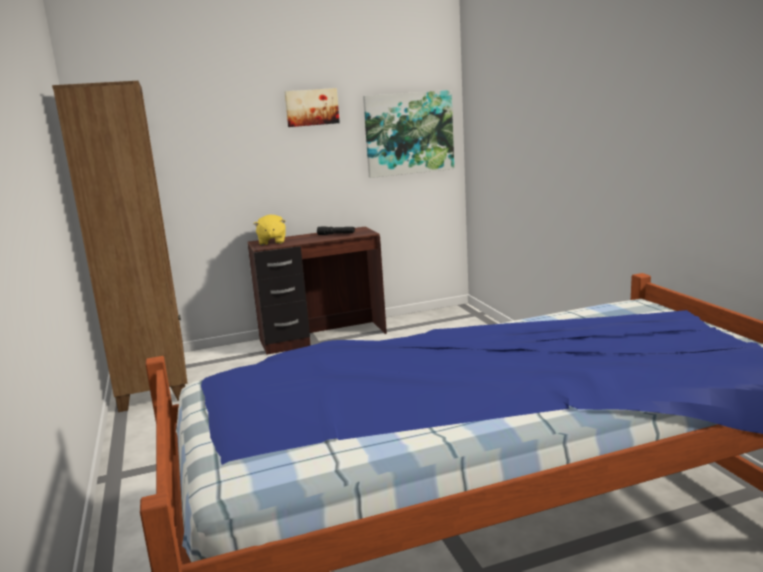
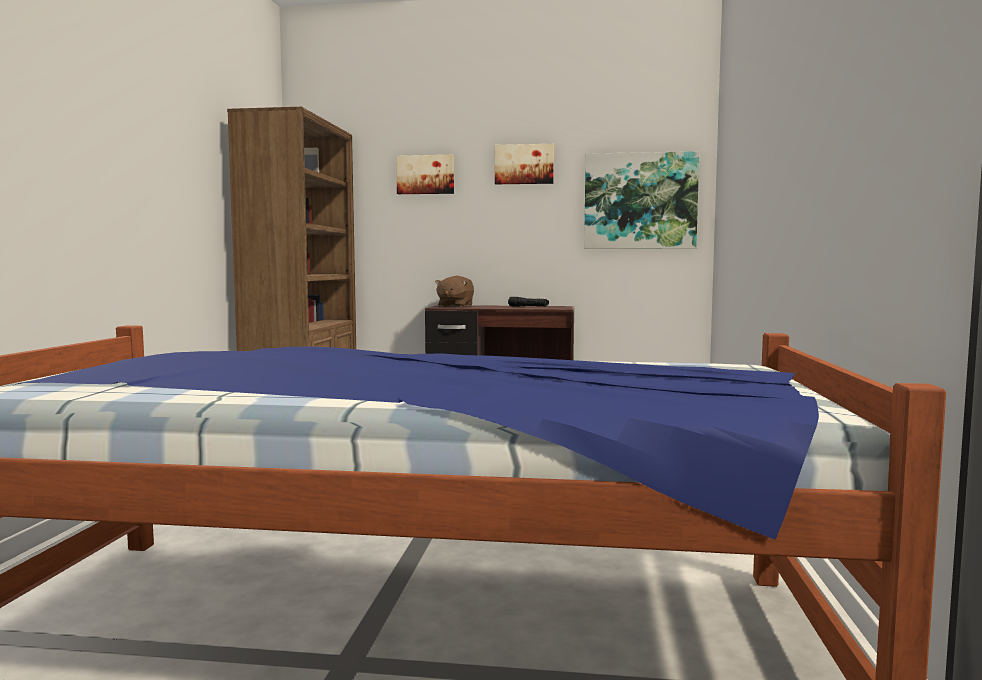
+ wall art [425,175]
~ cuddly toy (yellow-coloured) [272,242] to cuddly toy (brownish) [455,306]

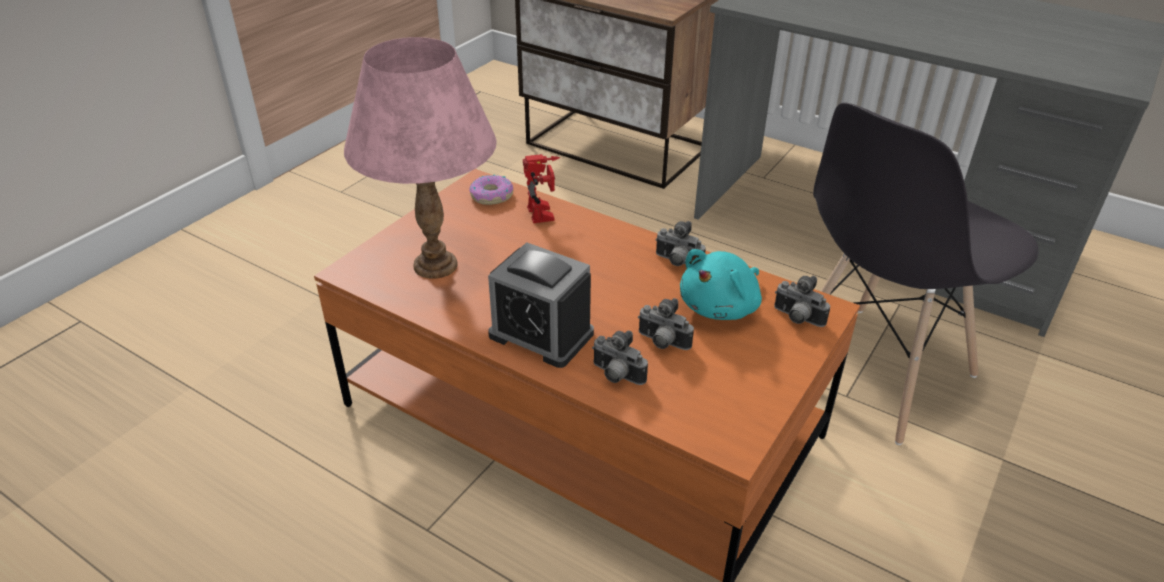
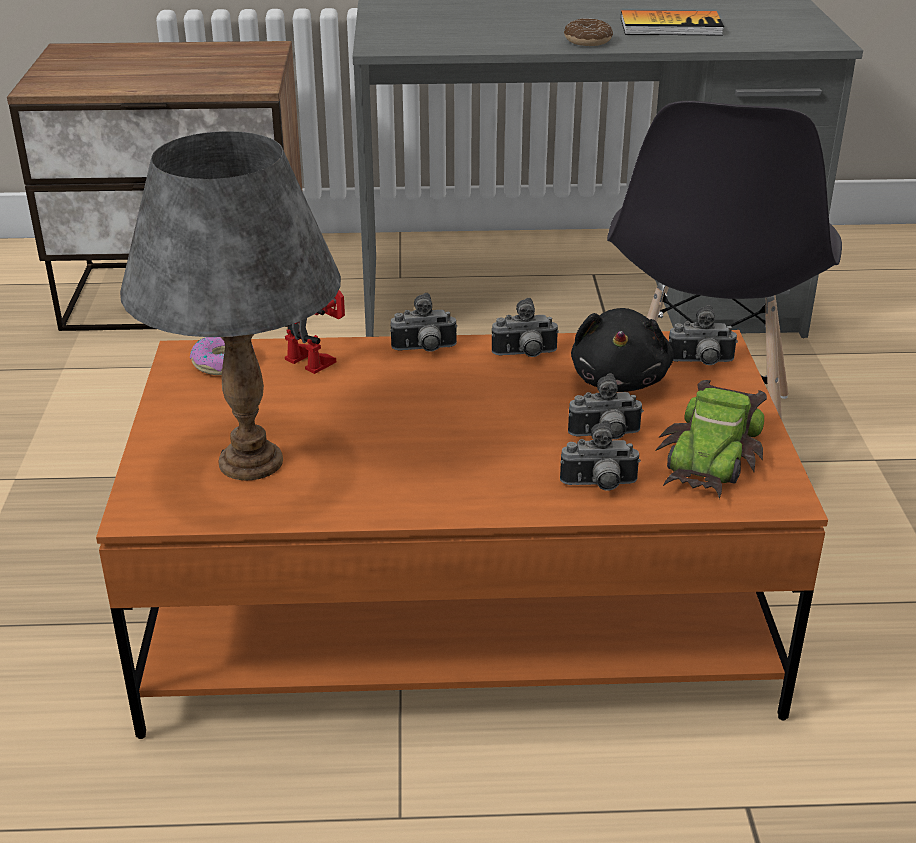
~ tabletop lamp (pink-coloured) [434,265] to tabletop lamp (gray) [249,462]
+ photo camera [424,350]
+ donut [587,41]
~ cuddly toy (blue-green) [721,307] to cuddly toy (black-coloured) [620,380]
+ book [670,26]
+ toy car [713,453]
- table clock [541,334]

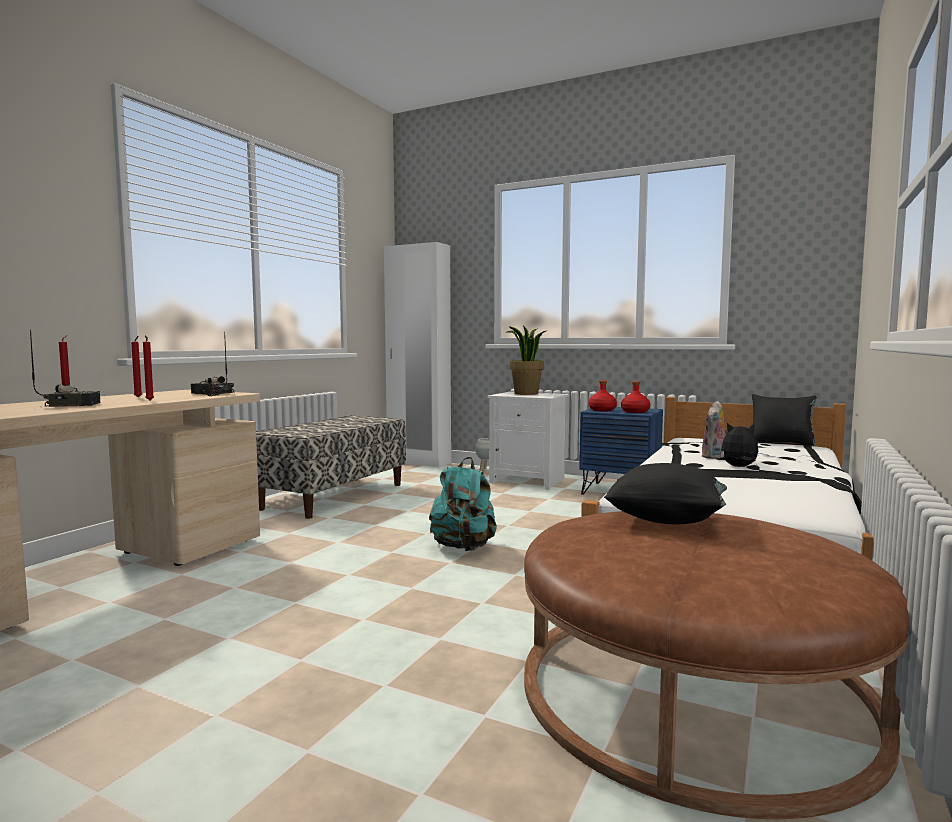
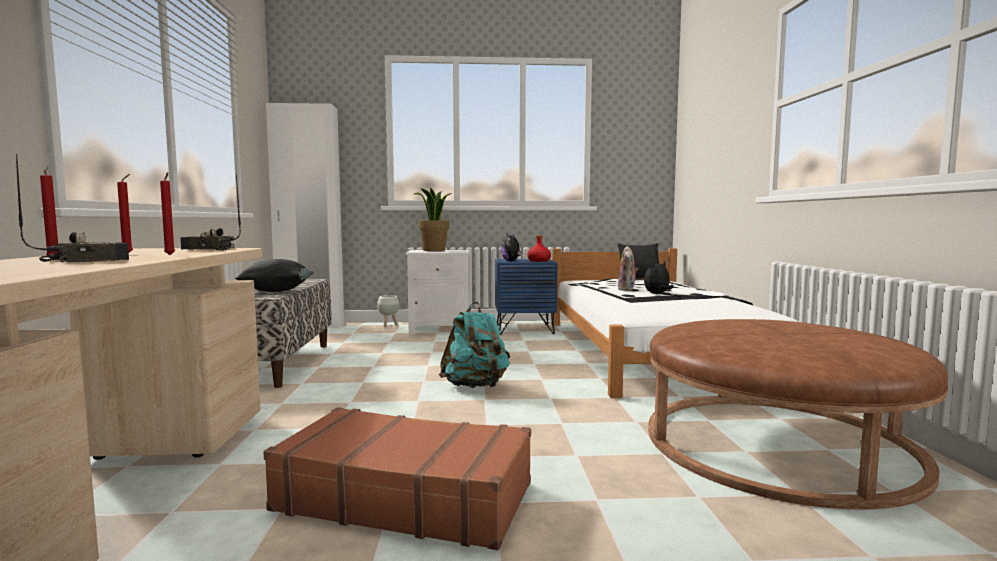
~ pillow (black-coloured) [666,520] to [276,291]
+ suitcase (brownish) [405,496]
~ beverage bottle (red) [602,410] to cuddly toy [511,261]

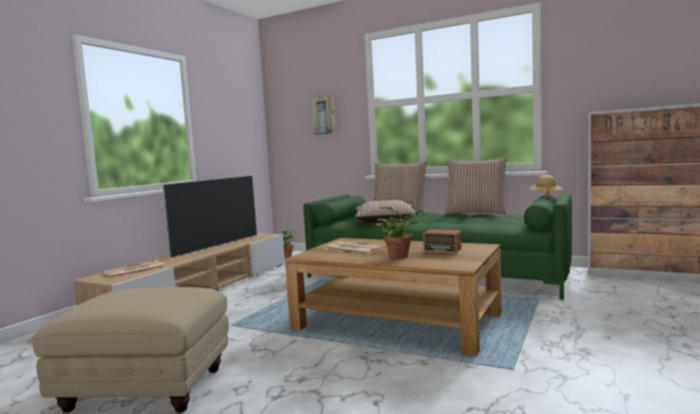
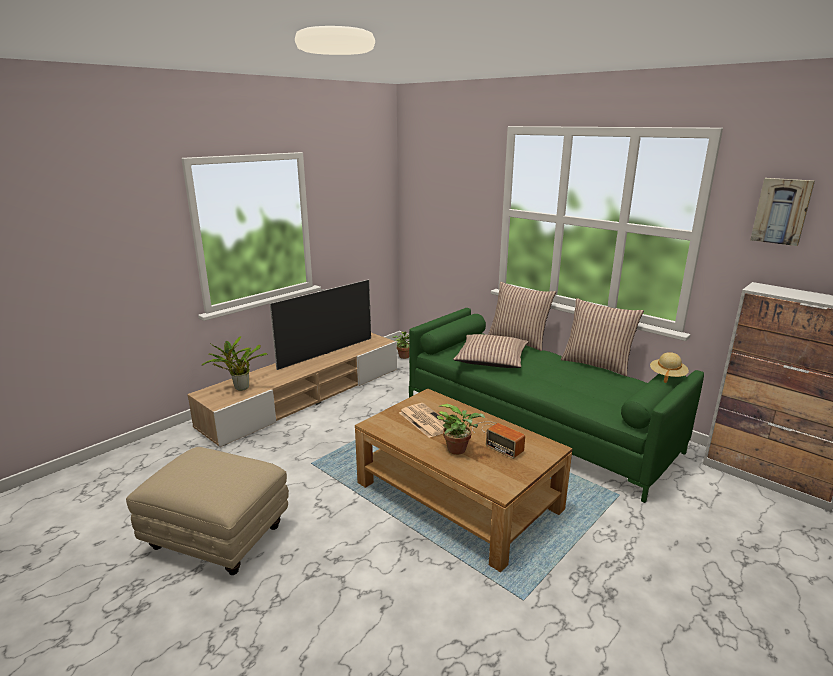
~ daily paper [134,270] to potted plant [239,388]
~ wall art [324,115] to [782,211]

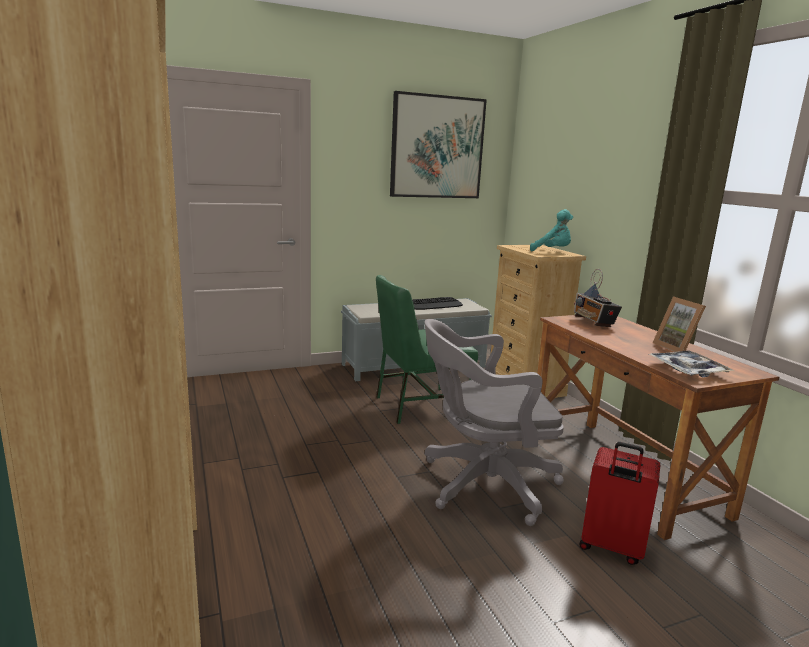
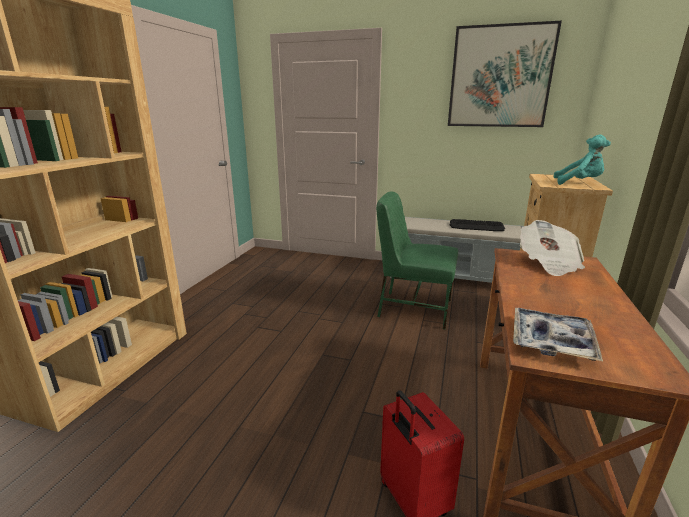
~ radio [594,322] to daily paper [548,263]
~ cuddly toy (blue-green) [552,251] = [579,183] 45 degrees counterclockwise
- office chair (gray) [482,484]
- photo frame [677,348]

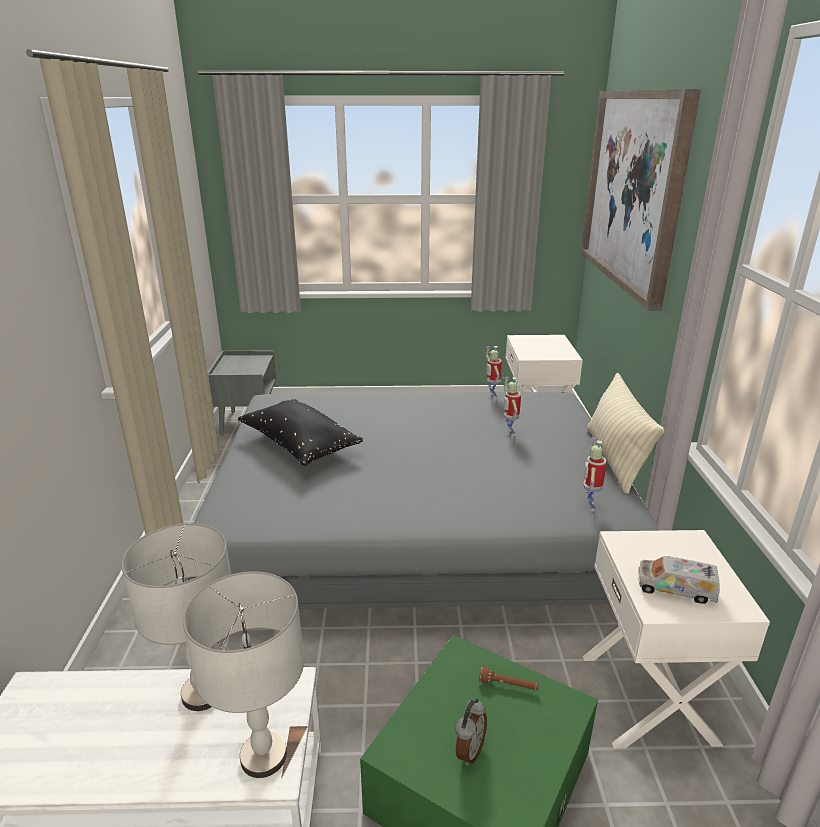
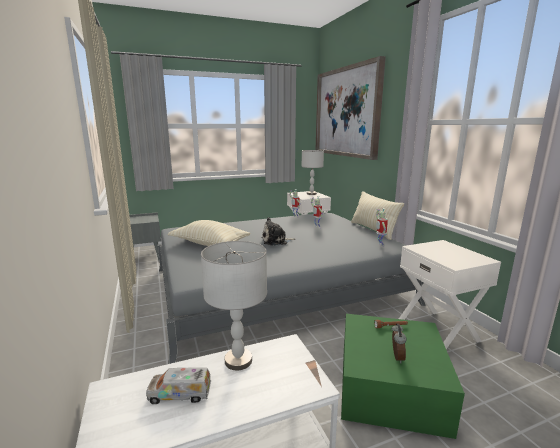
~ toy lorry [675,588] to [180,394]
~ pillow (black-coloured) [300,445] to pillow (beige-coloured) [209,244]
+ cuddly toy [276,241]
~ tabletop lamp (gray) [263,756] to [311,194]

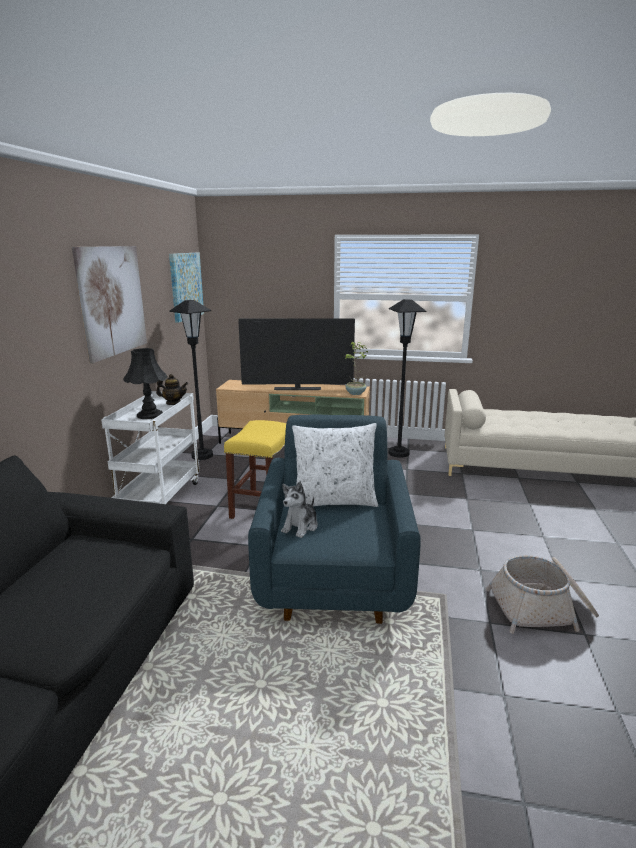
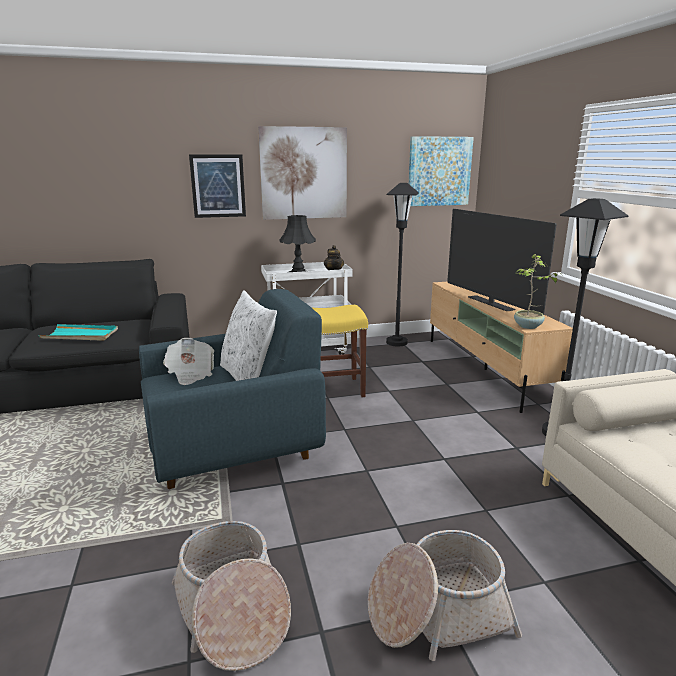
+ tray (blue-green) [81,335]
~ cuddly toy [300,526] to daily paper [190,374]
+ wall art [218,186]
+ storage basket [437,612]

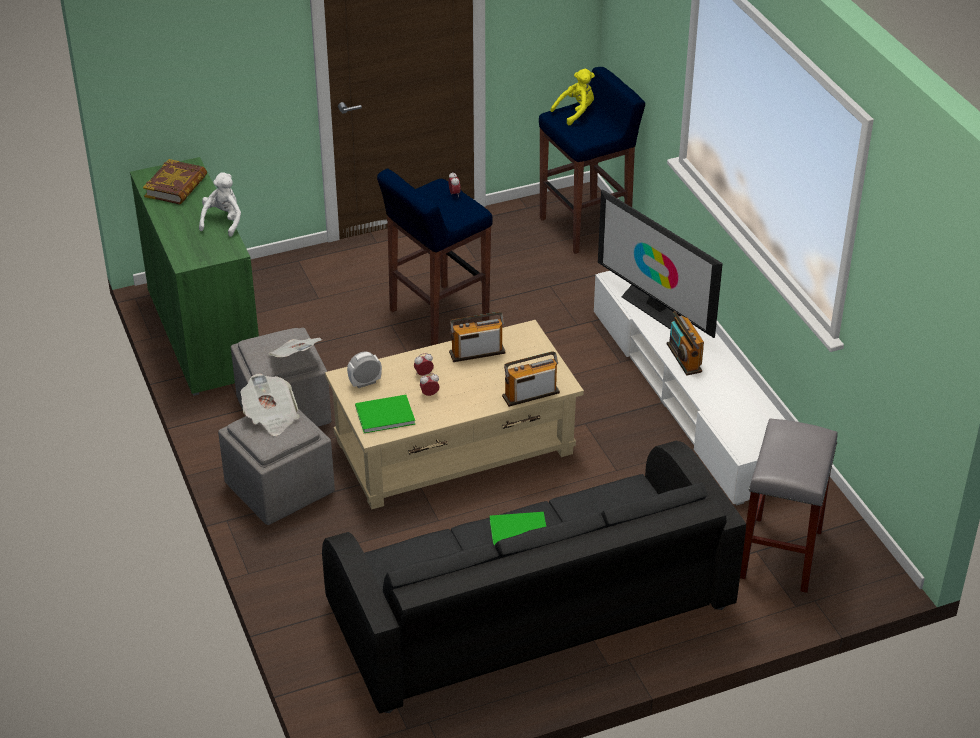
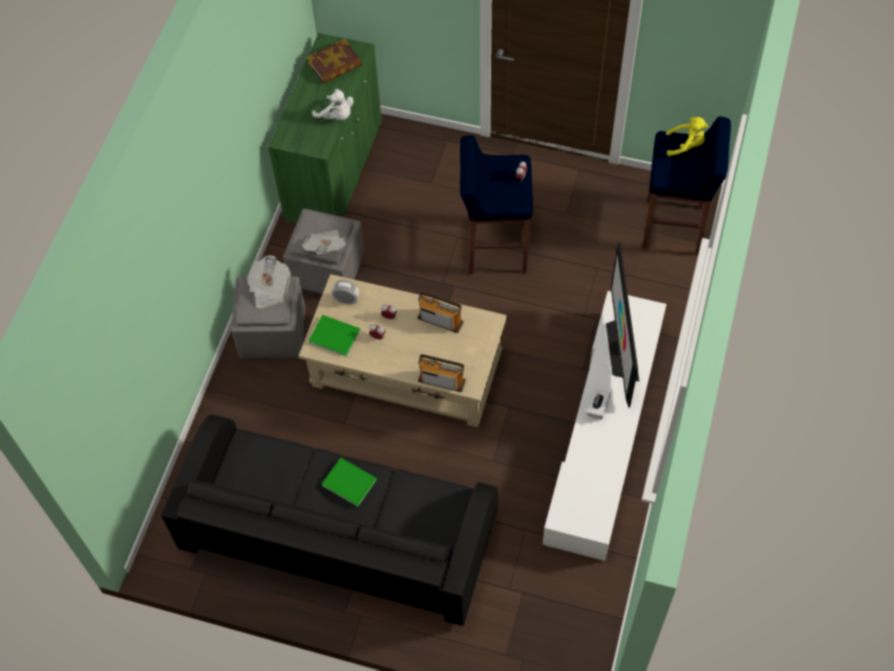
~ cuddly toy (whitish) [223,221] = [336,116] 75 degrees clockwise
~ radio [684,358] to tissue box (whitish) [597,408]
- stool (gray) [781,555]

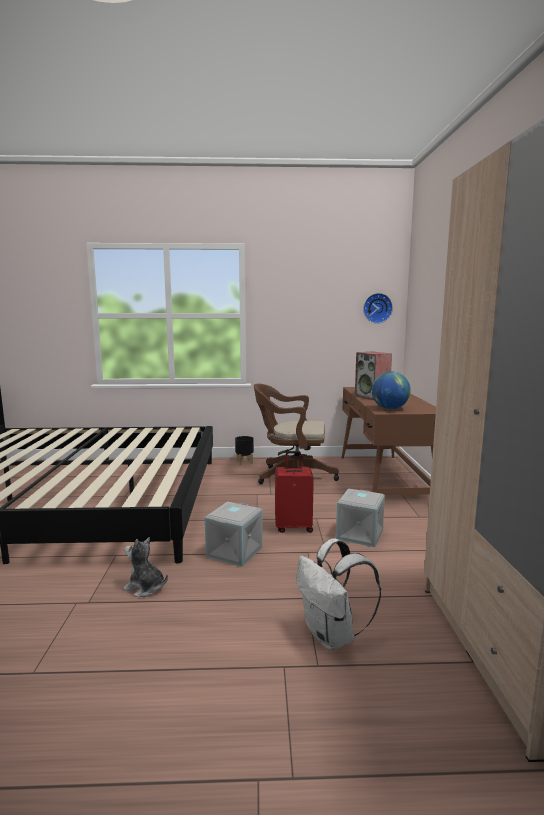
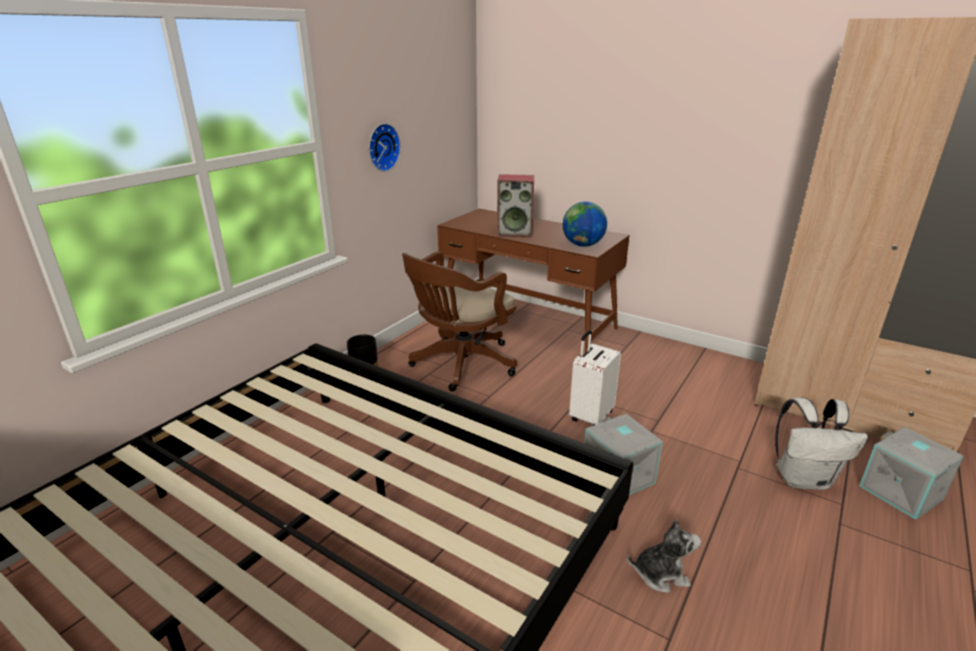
~ hanging clock [377,308] to [382,147]
~ suitcase (red) [293,527] to suitcase (whitish) [590,416]
~ cuddly toy [145,588] = [660,574] 150 degrees counterclockwise
~ storage box (gray) [360,535] to [902,492]

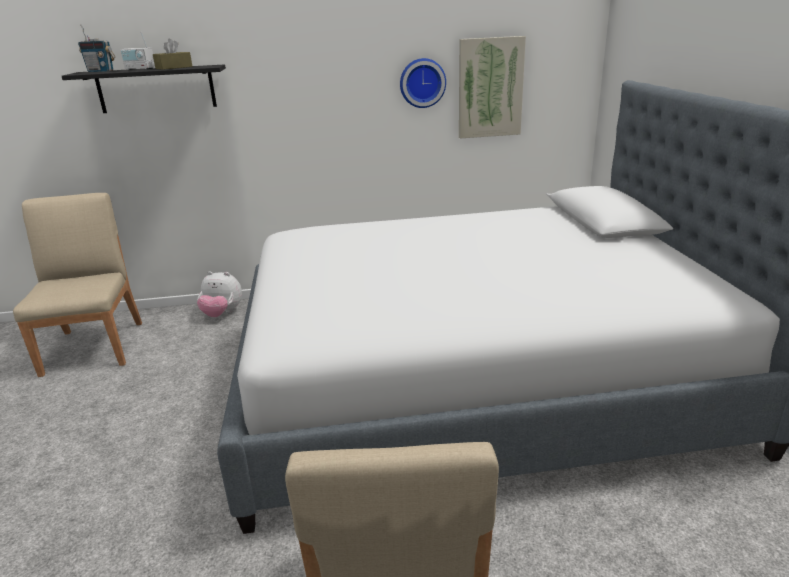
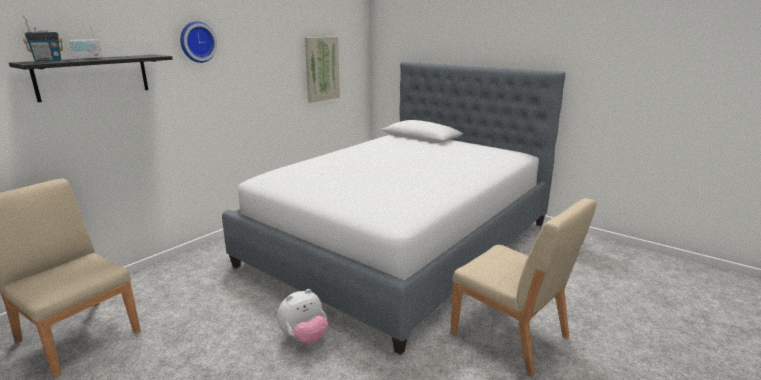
~ hanging clock [422,83] to [197,42]
~ cuddly toy [222,314] to [304,338]
- tissue box (brownish) [174,68]

